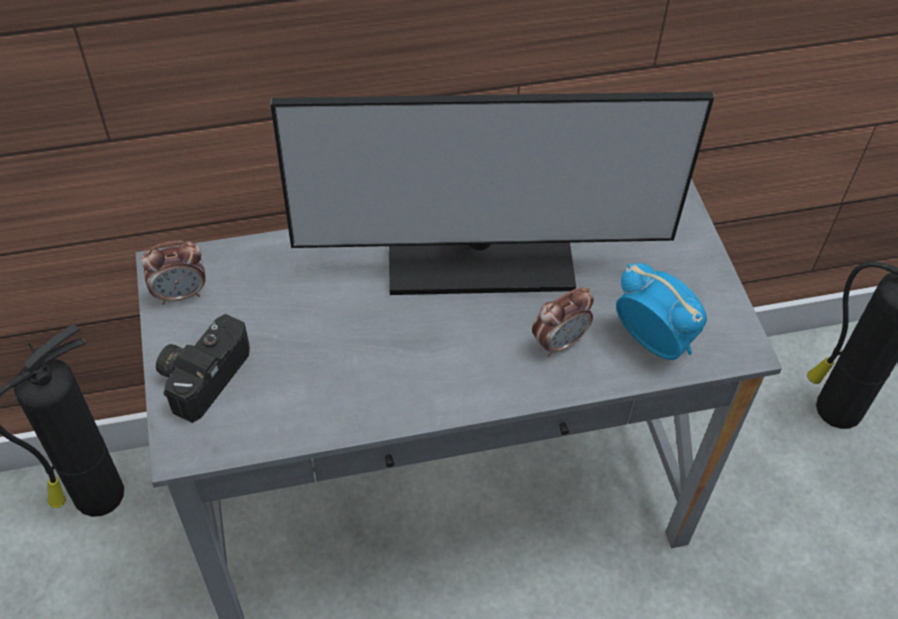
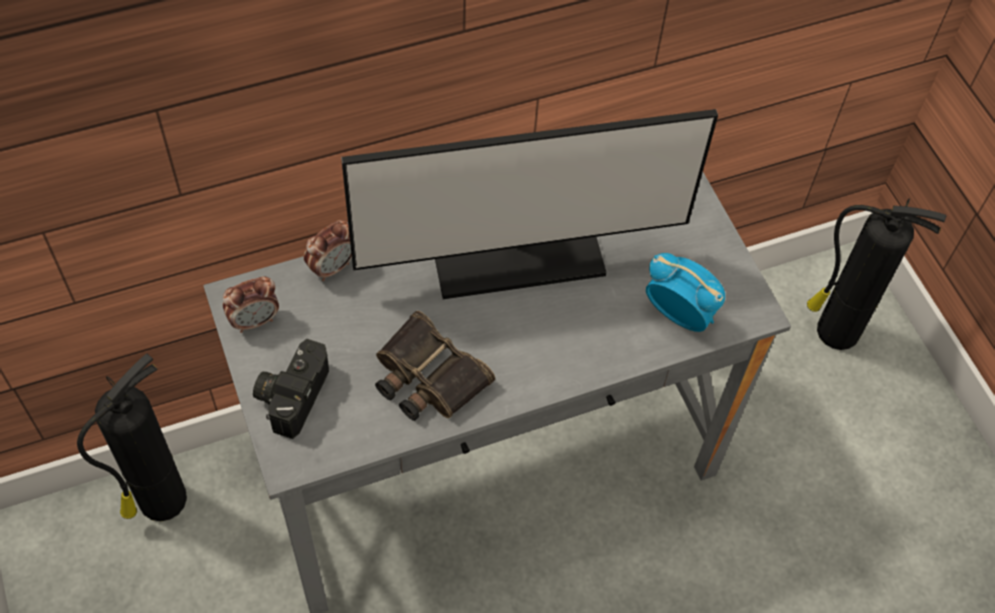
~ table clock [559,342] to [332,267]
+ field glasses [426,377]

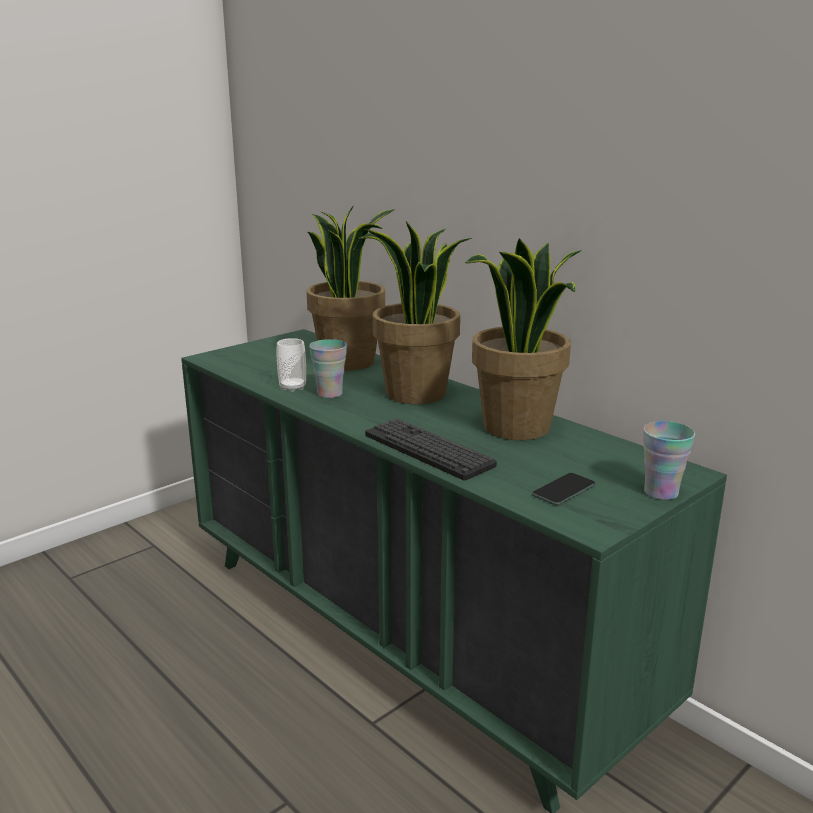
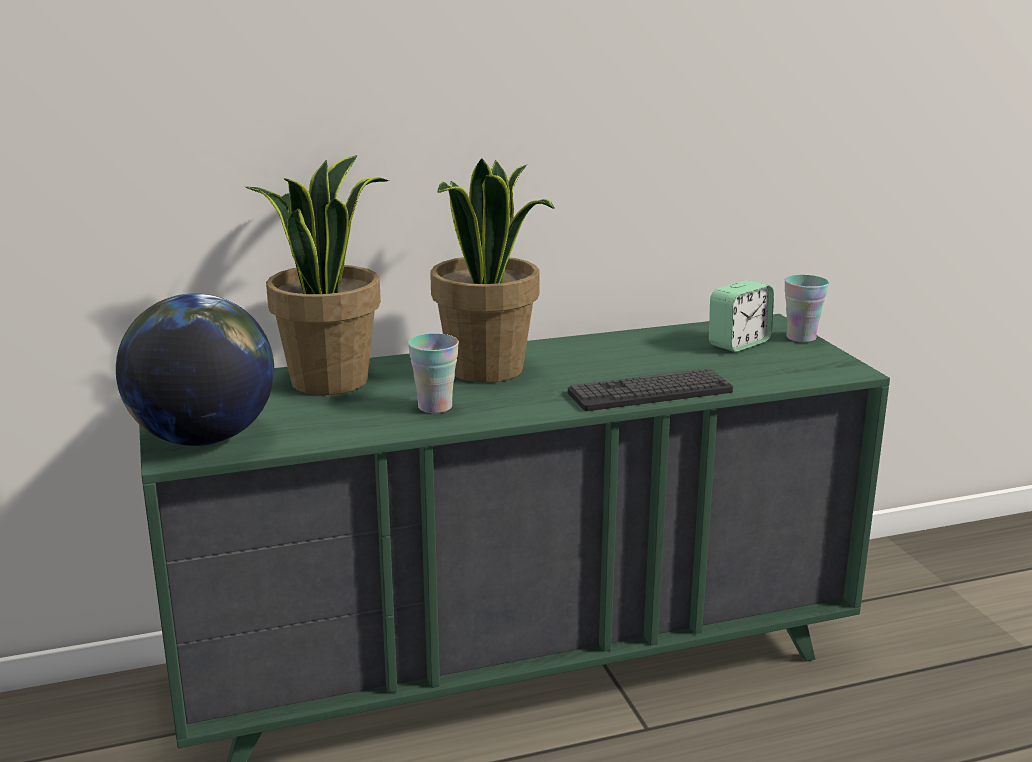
+ world globe [203,438]
+ table clock [739,343]
- cup [292,387]
- potted plant [517,428]
- telephone [564,490]

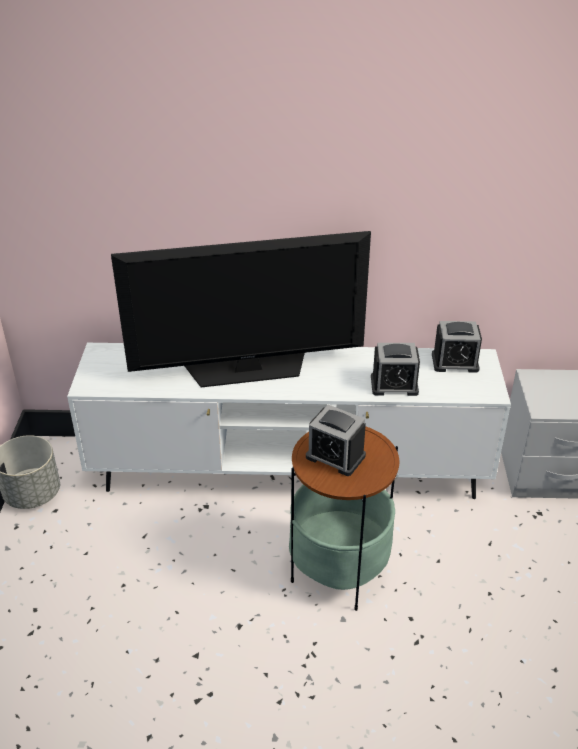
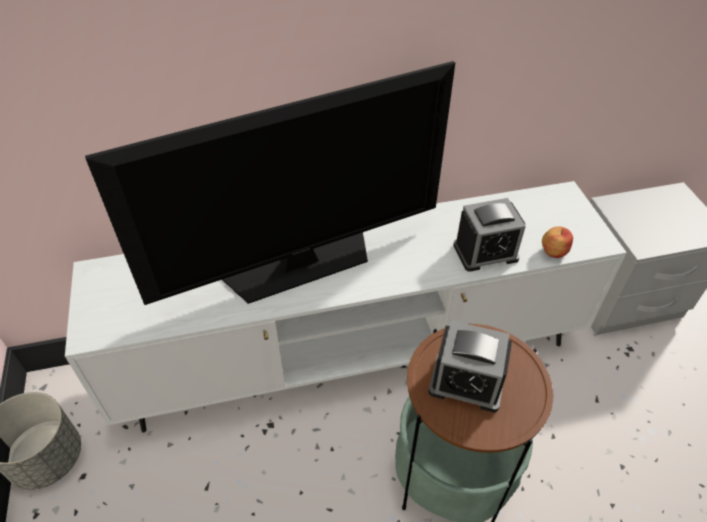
+ apple [553,251]
- table clock [455,362]

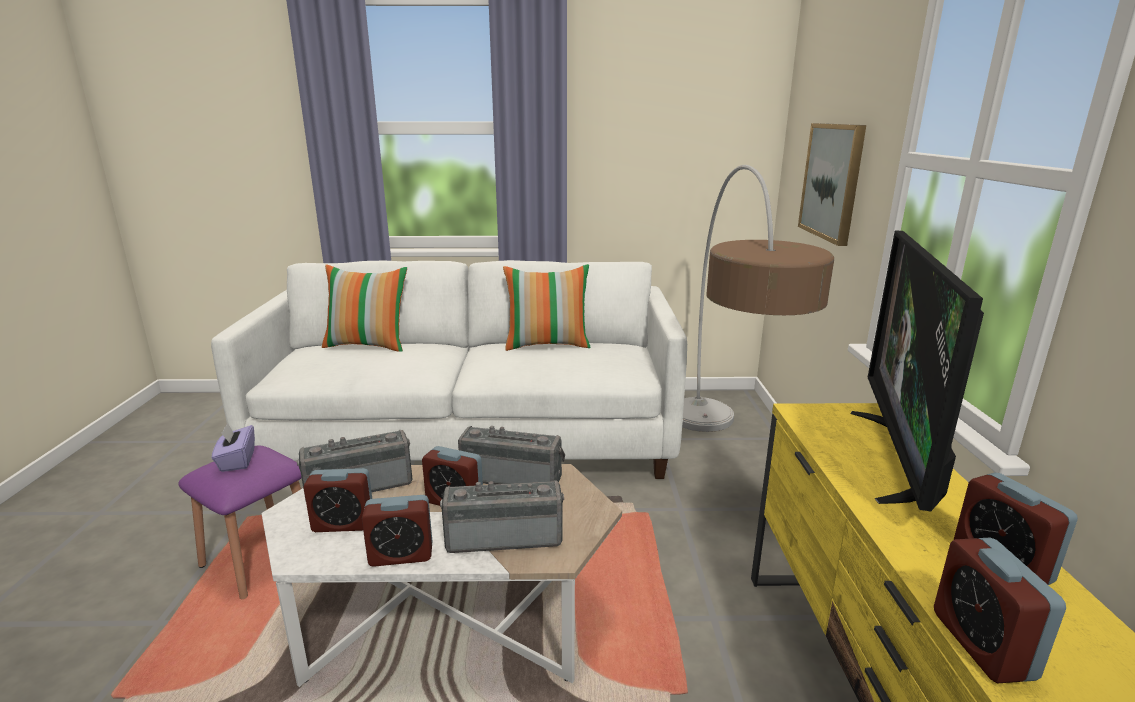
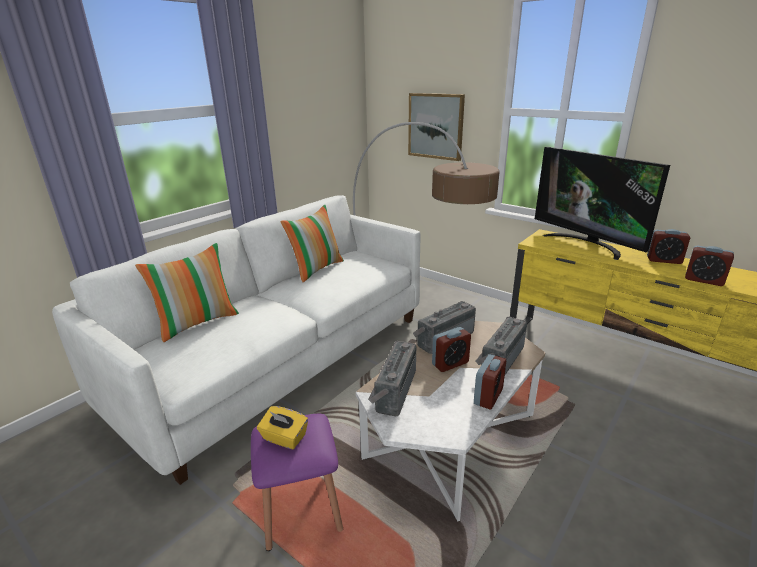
~ tissue box (purplish) [237,461] to tissue box (yellow-coloured) [284,438]
- table clock [343,524]

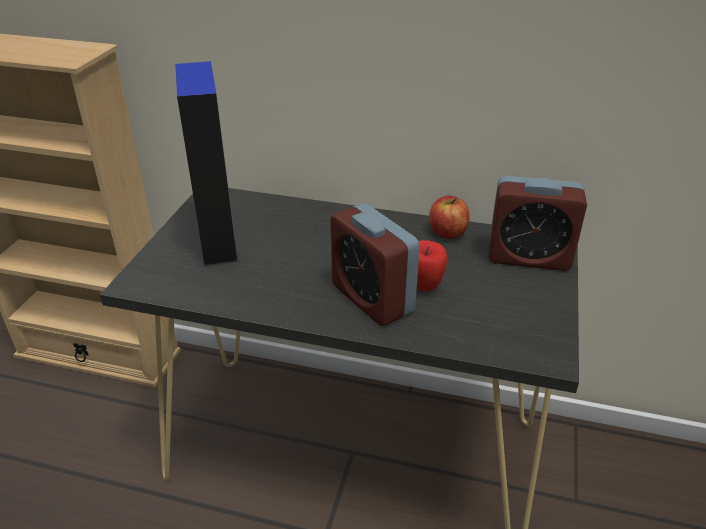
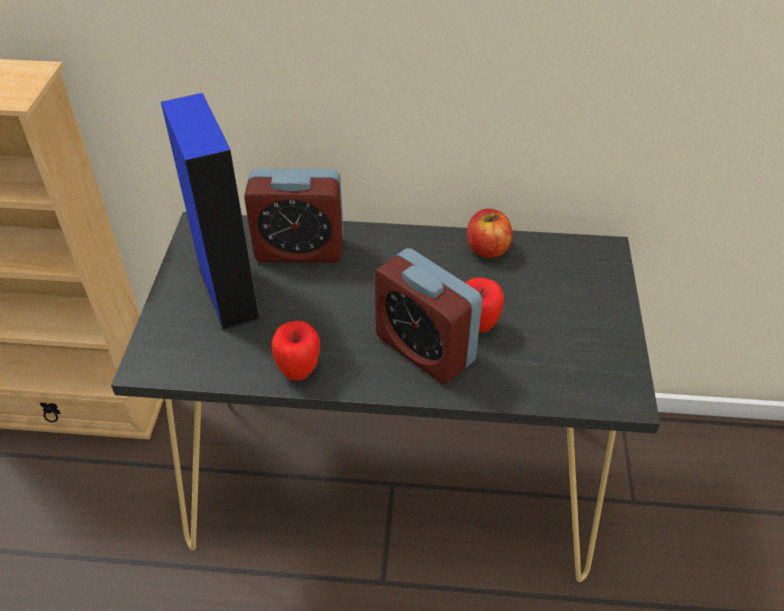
~ table clock [528,257] to [299,249]
+ apple [299,371]

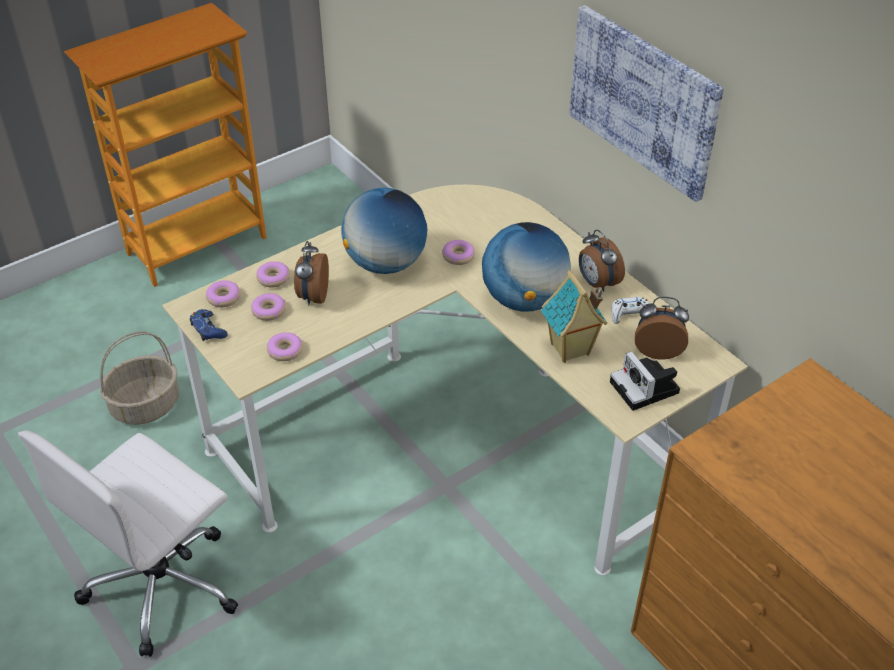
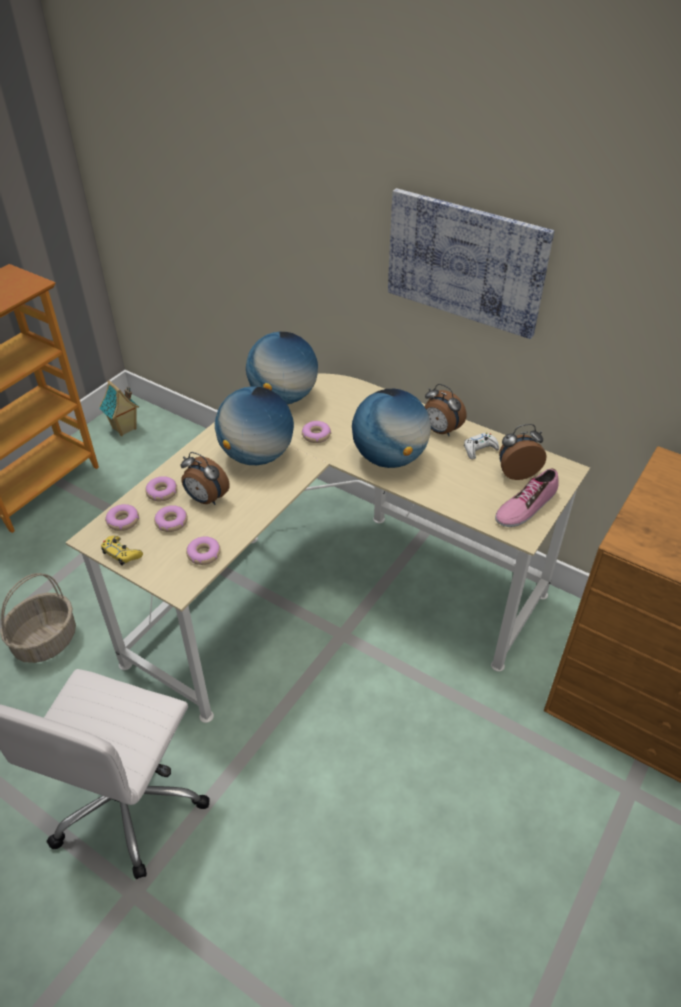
~ miniature house [570,350] to [124,429]
~ gamepad (bluish) [208,329] to gamepad (yellow-coloured) [121,553]
~ table clock [313,296] = [206,499] 45 degrees counterclockwise
+ world globe [283,397]
~ photo camera [646,389] to shoe [525,506]

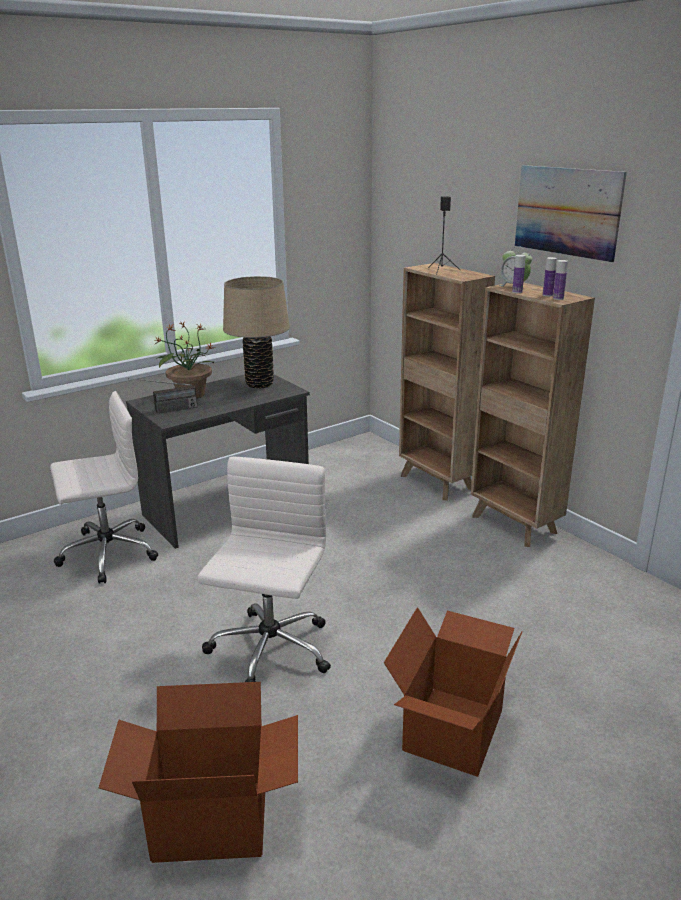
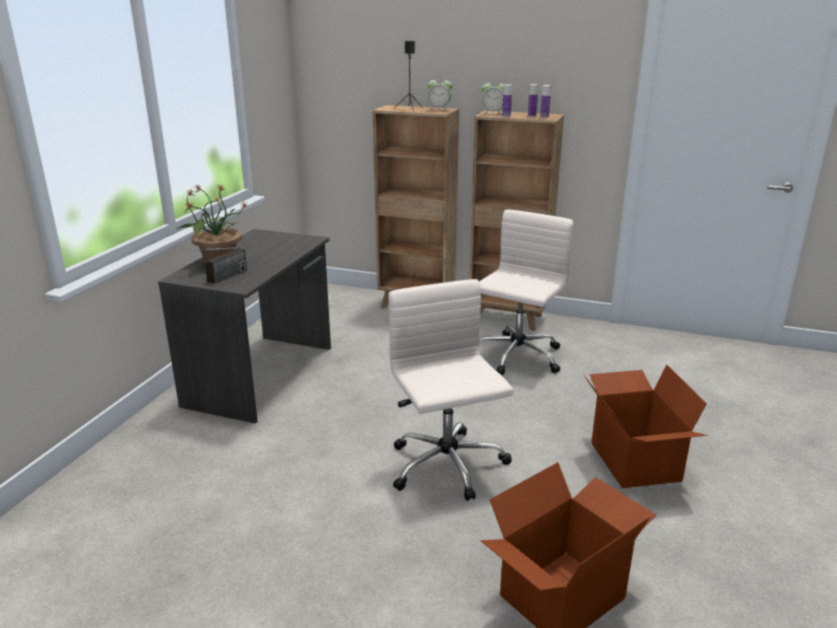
+ table clock [439,109]
~ office chair (whitish) [106,553] to [516,356]
- tabletop lamp (beige-coloured) [259,384]
- wall art [567,211]

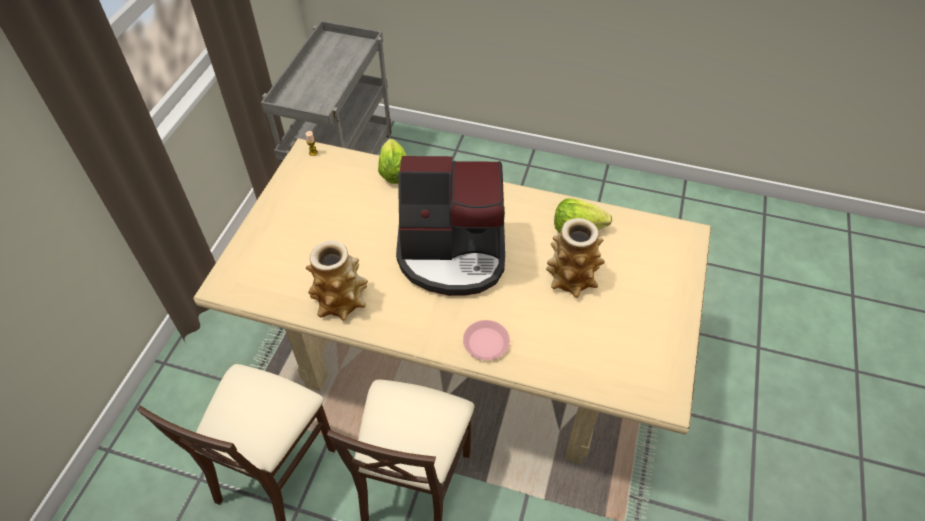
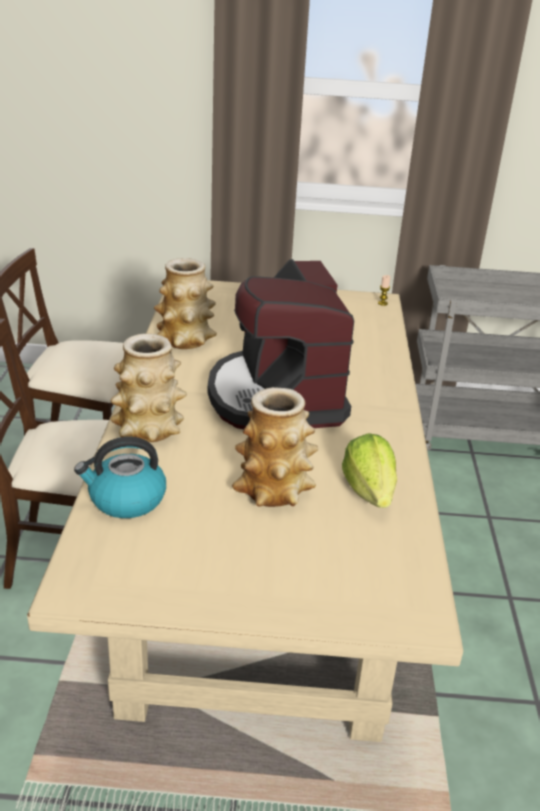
+ tea kettle [126,500]
~ dinner plate (pink-coloured) [486,342] to vase [149,429]
- lettuce [394,172]

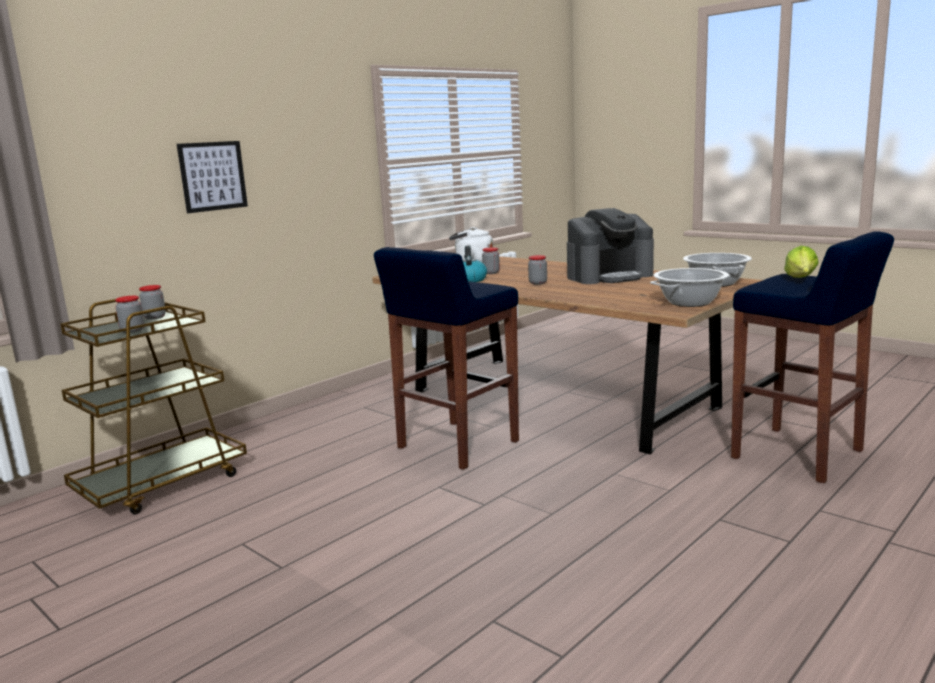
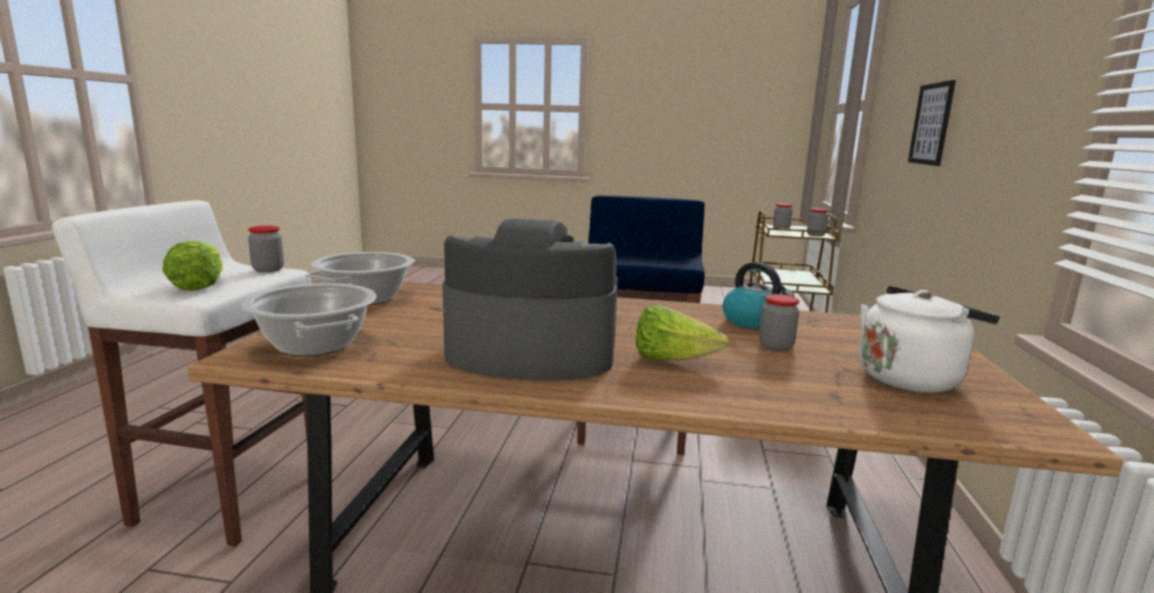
~ stool (bluish) [799,455] to stool (whitish) [228,497]
~ storage jar [538,283] to [268,269]
~ coffee machine [609,276] = [530,353] 60 degrees clockwise
+ lettuce [672,360]

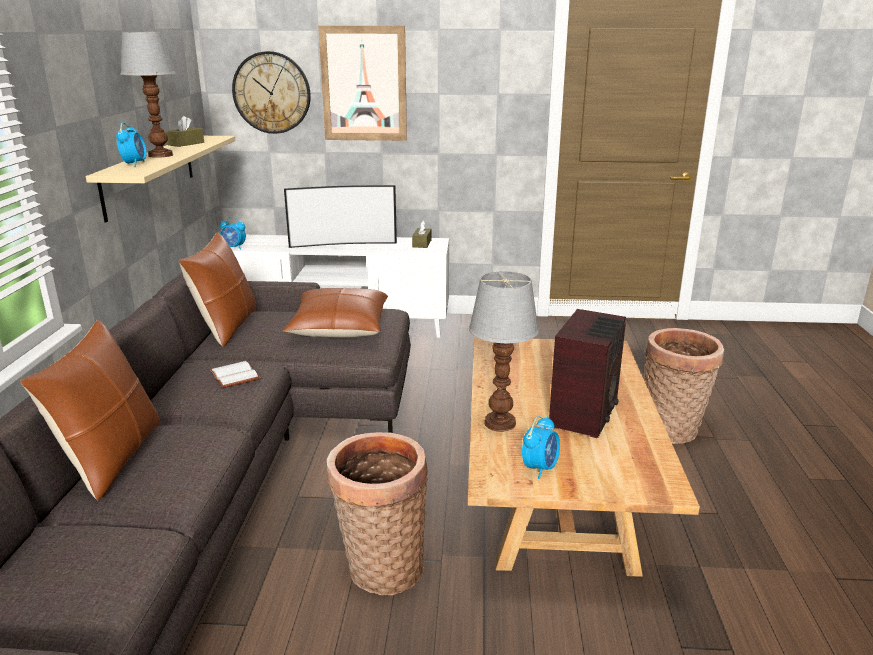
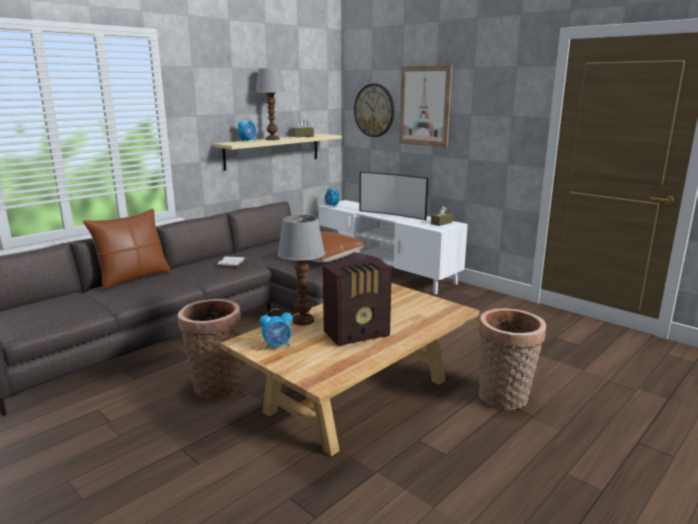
- pillow (brownish) [226,327]

